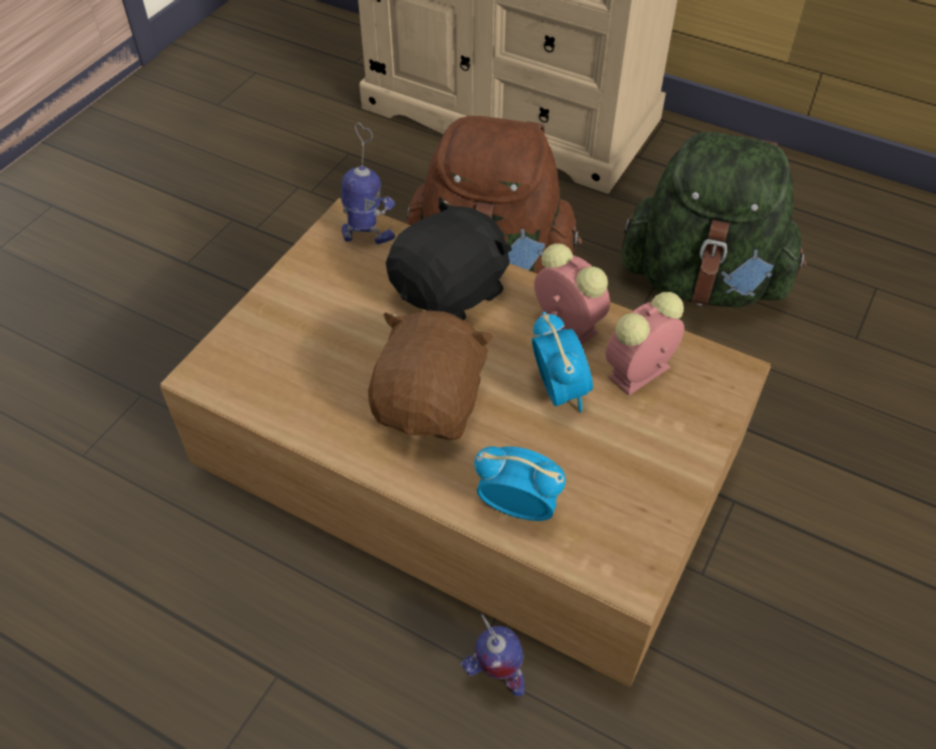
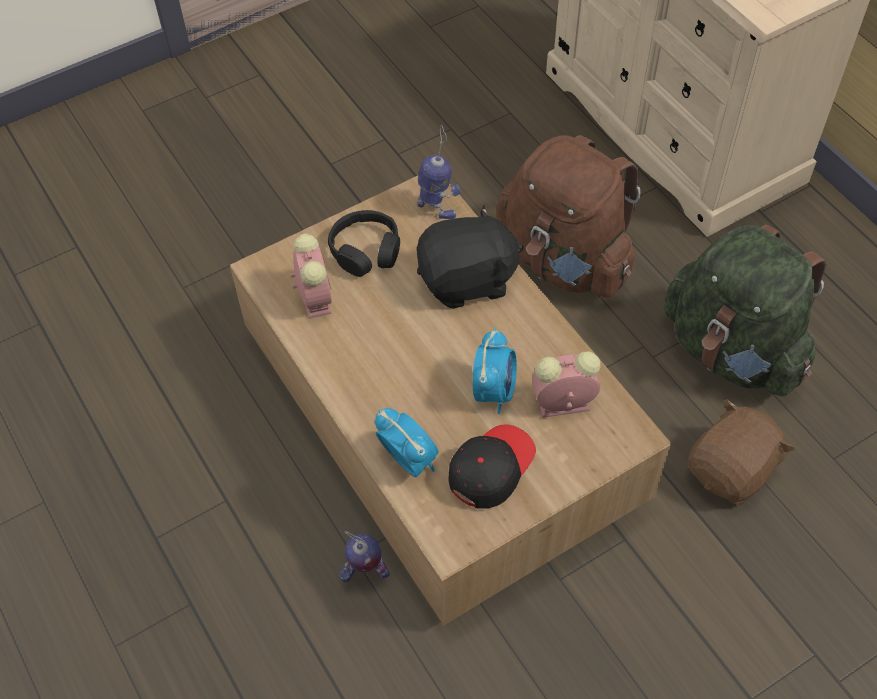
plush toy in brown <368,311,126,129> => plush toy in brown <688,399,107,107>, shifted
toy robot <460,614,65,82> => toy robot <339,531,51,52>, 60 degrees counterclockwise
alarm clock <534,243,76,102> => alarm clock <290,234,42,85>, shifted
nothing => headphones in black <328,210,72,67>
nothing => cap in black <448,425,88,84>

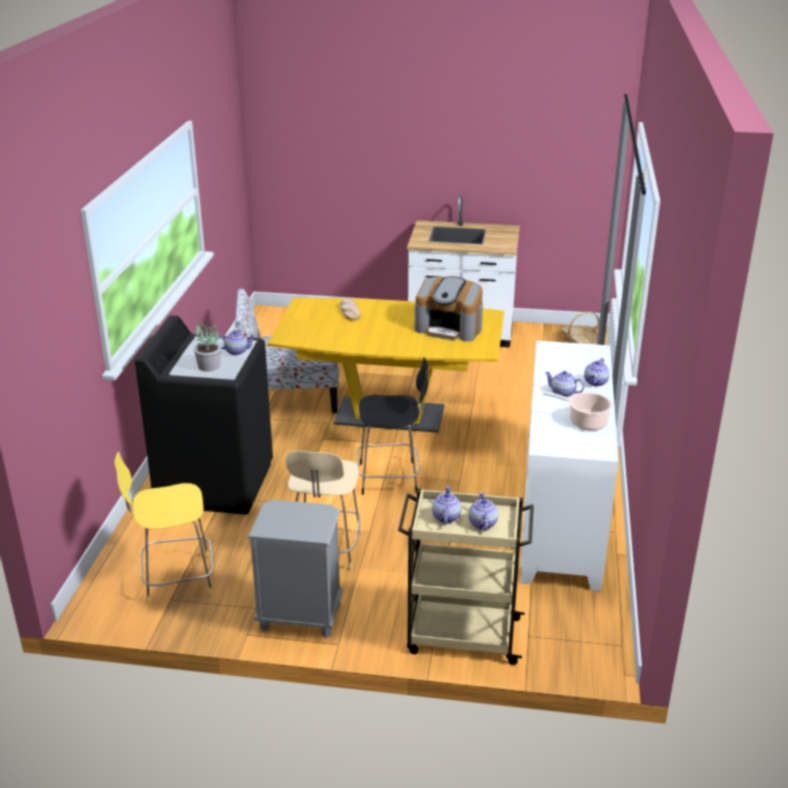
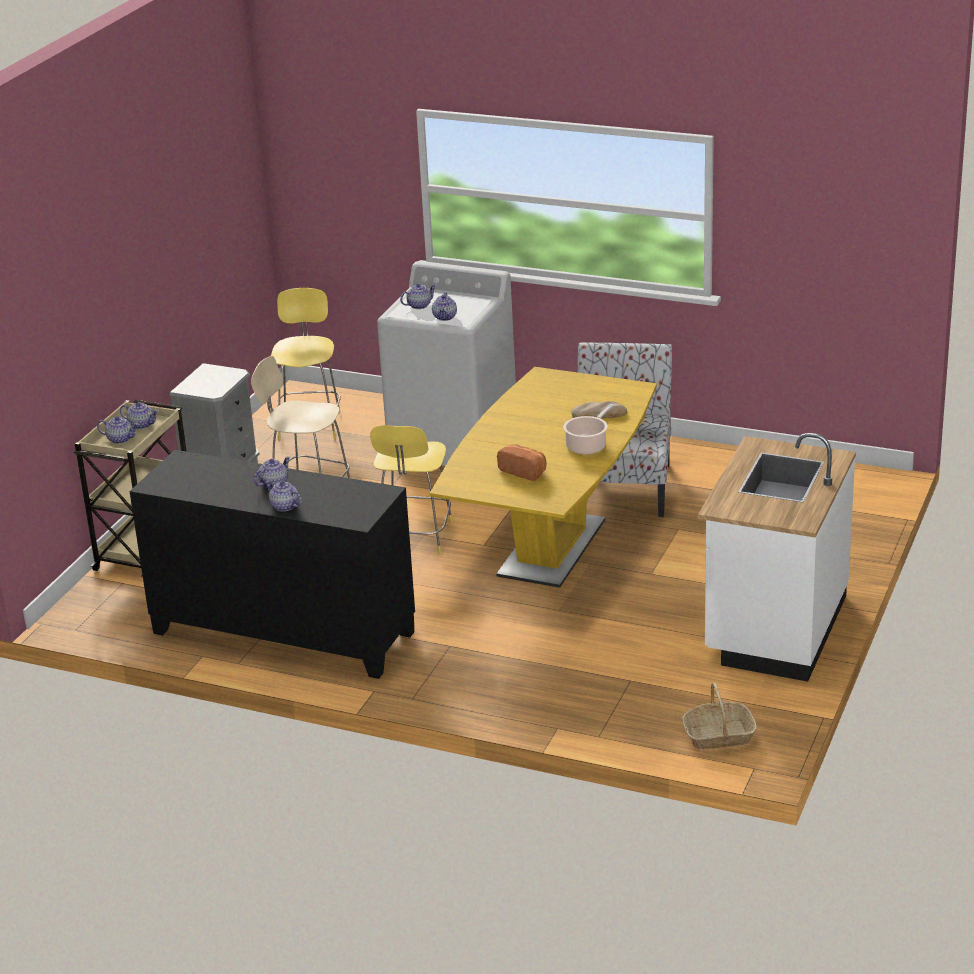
washing machine in black <135,315,138,200> => washing machine in white <377,261,139,205>
potted plant <194,322,27,50> => teapot <400,283,36,26>
stool in black <357,357,71,138> => stool in yellow <370,425,83,129>
coffee machine <415,276,68,66> => bread <497,444,49,37>
cabinet in white <520,341,99,250> => cabinet in black <130,450,285,229>
cooking pot <543,391,70,40> => cooking pot <563,404,51,51>, shifted

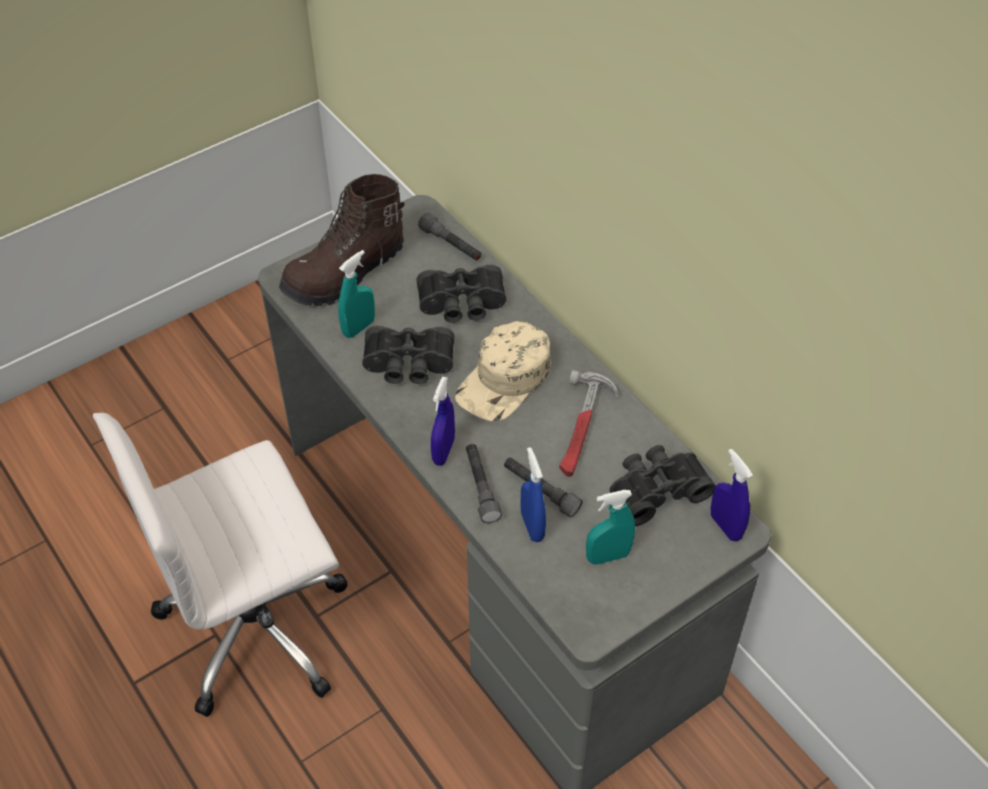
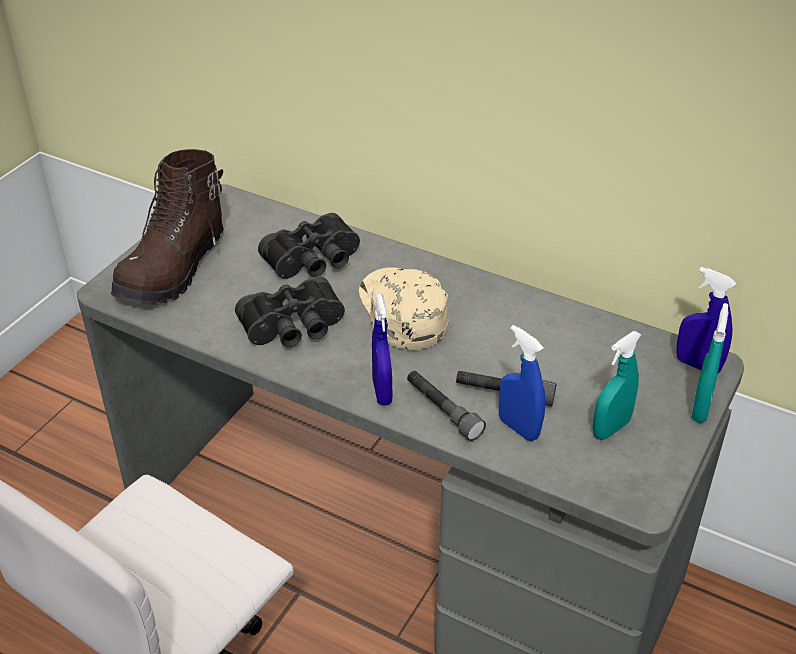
spray bottle in turquoise <338,250,37,88> => spray bottle in turquoise <691,303,37,120>, shifted
flashlight in grey <418,213,64,48> => nothing
cap in beige <455,321,96,101> => cap in beige <359,268,90,82>, 150 degrees clockwise
hammer <559,370,59,107> => nothing
binoculars in black <610,445,106,81> => nothing

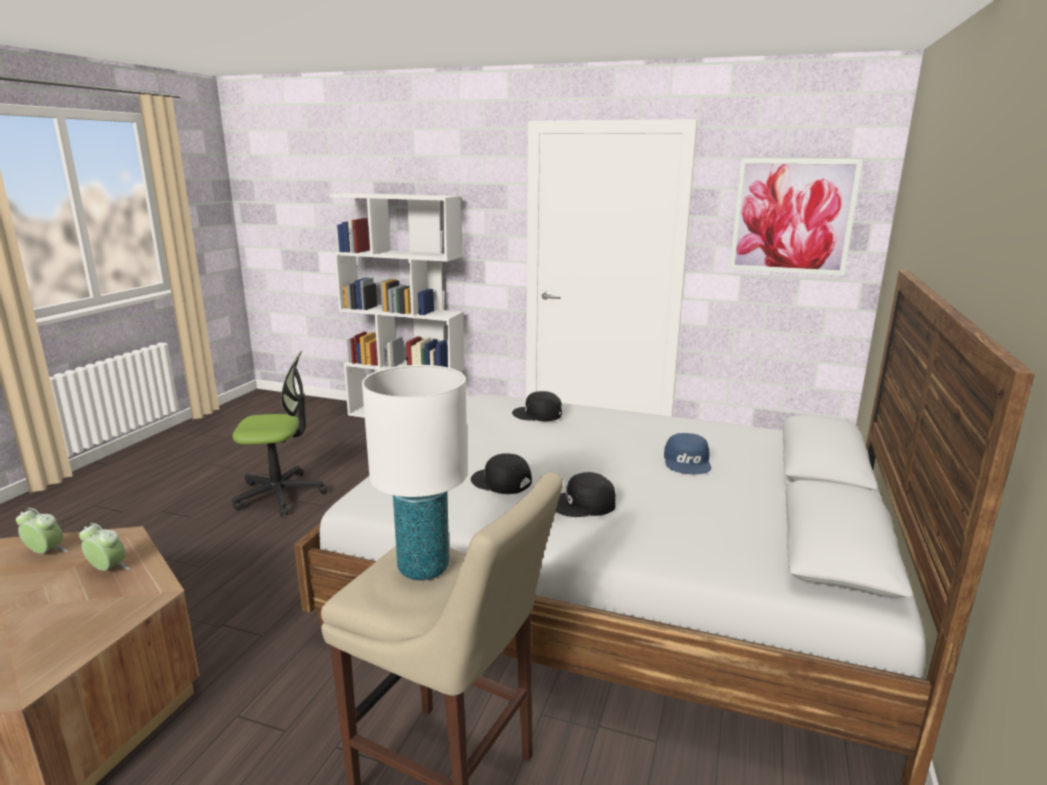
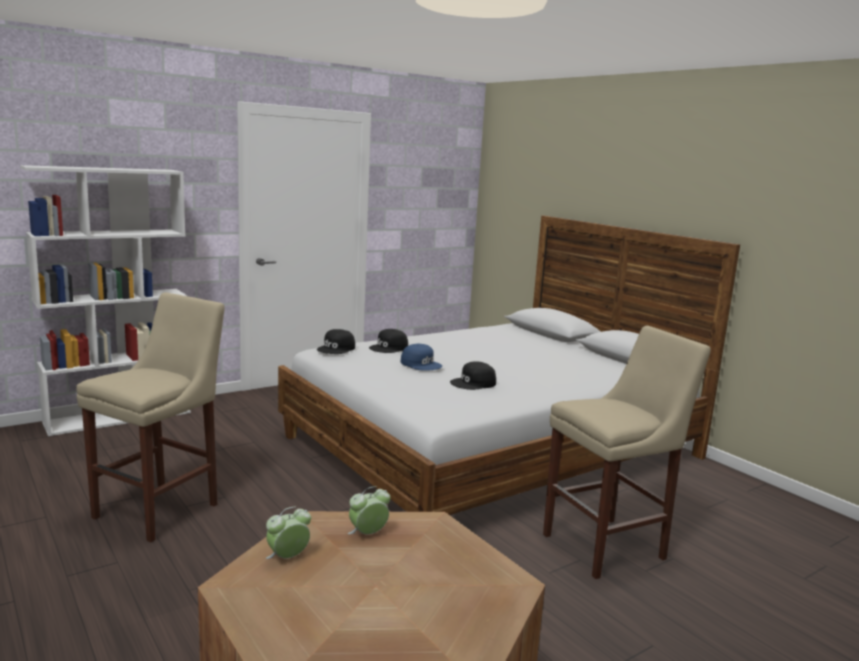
office chair <232,351,96,165> => stool in beige <76,292,149,250>
table lamp in white <362,365,105,216> => nothing
cap in black <555,472,61,45> => cap in black <317,329,38,25>, shifted
cap in blue <664,433,47,41> => cap in blue <401,344,41,27>, shifted
picture <729,158,134,118> => nothing

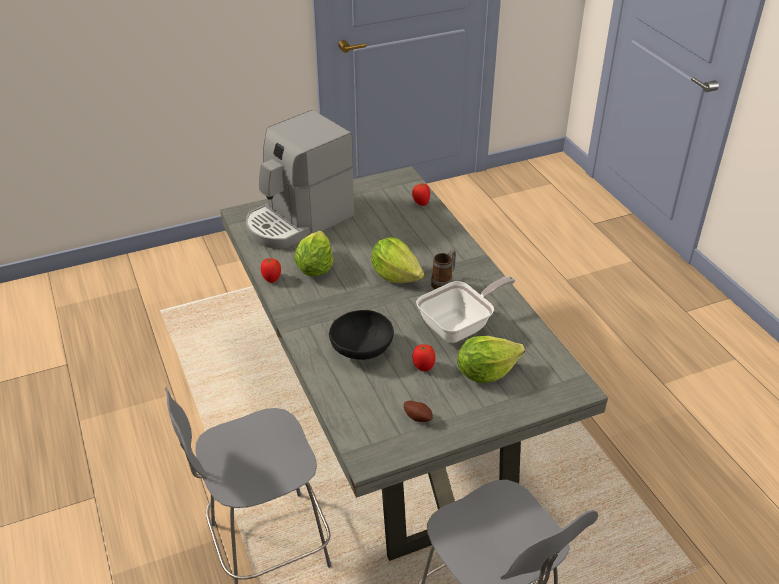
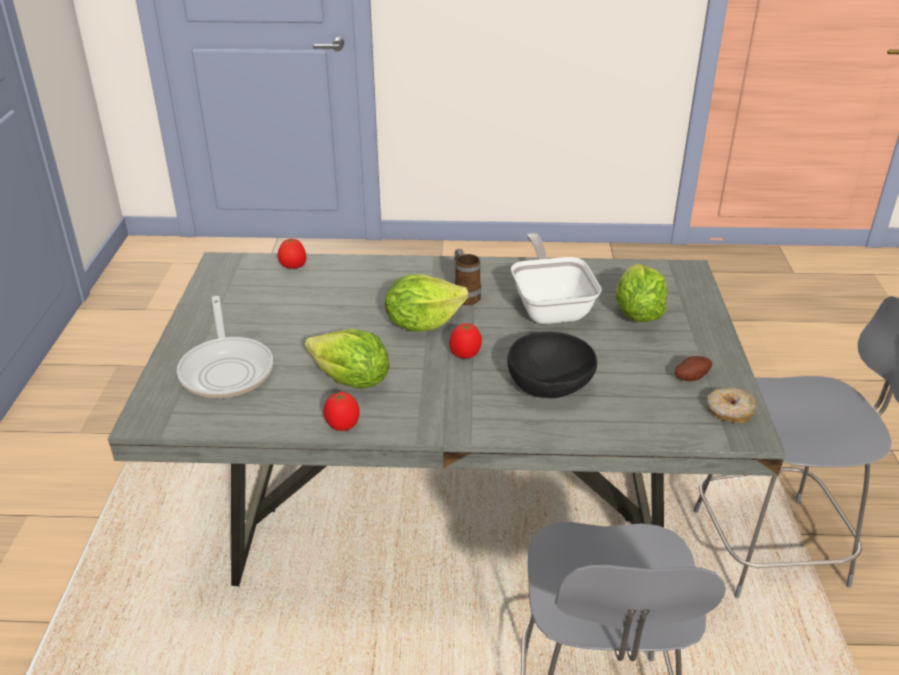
coffee machine <246,110,108,138> => frying pan <177,296,96,102>
tomato <413,344,22,28> => tomato <449,323,33,36>, shifted
nothing => donut <707,388,50,35>

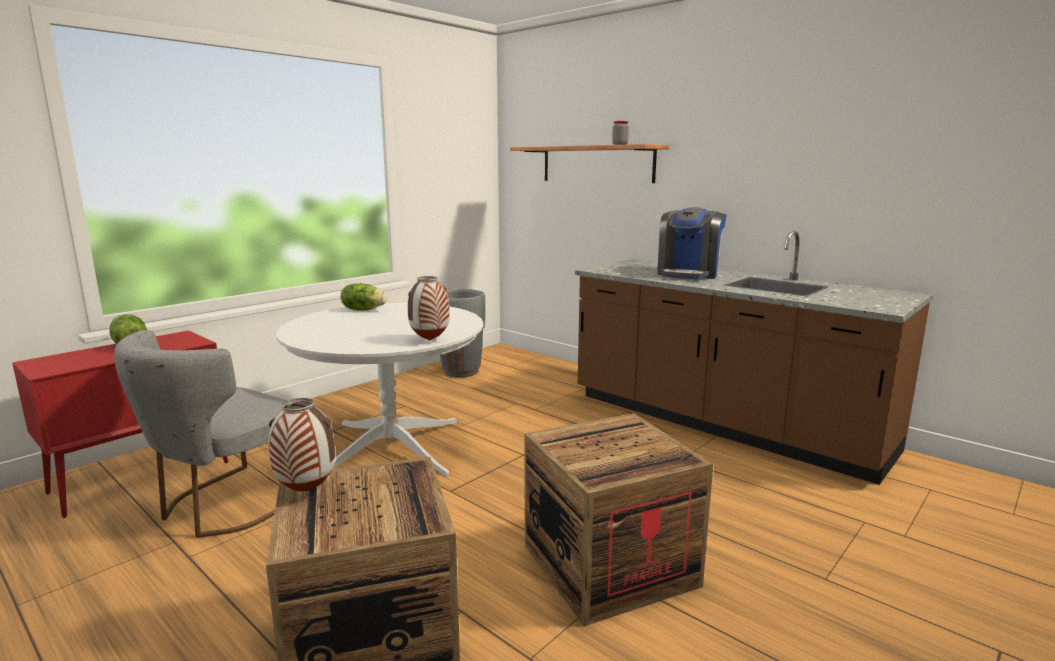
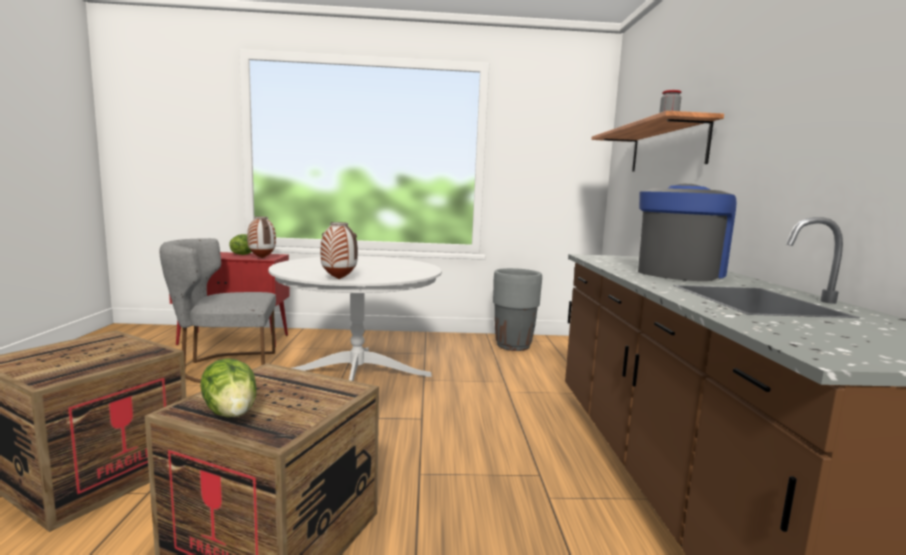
vase <269,398,66,94> => vase <247,216,29,42>, shifted
lettuce <341,283,46,28> => lettuce <200,358,56,59>, shifted
coffee machine <657,207,70,72> => coffee machine <638,184,98,97>, 150 degrees clockwise

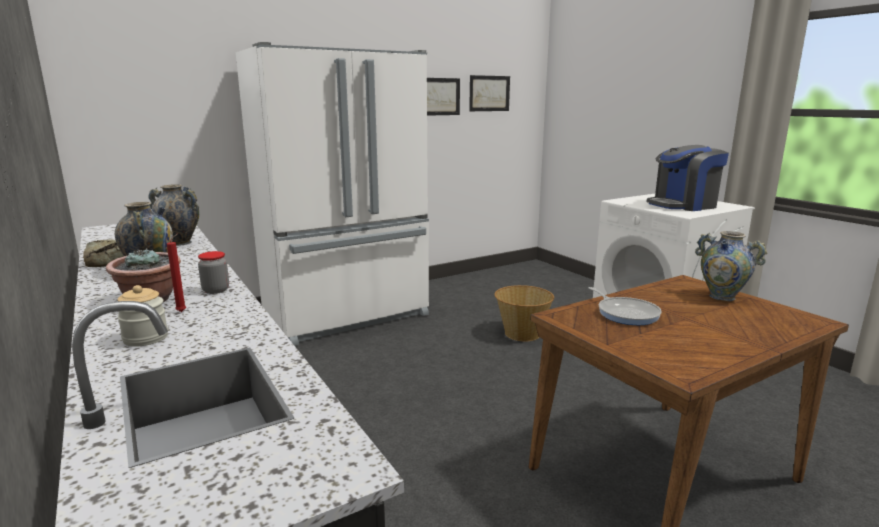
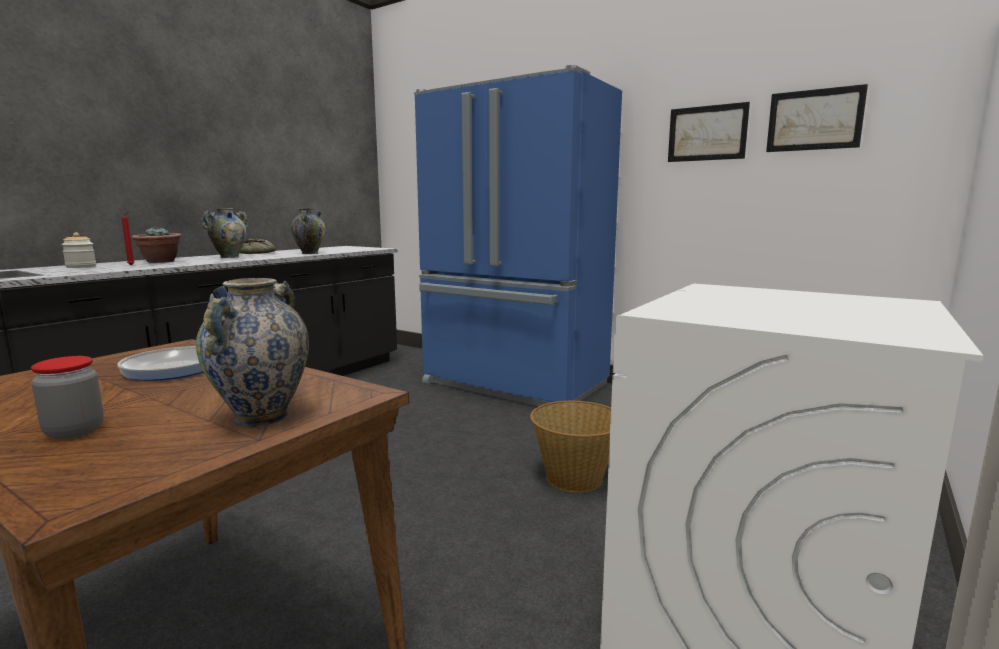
jar <198,251,31,43> => jar <31,356,73,83>, shifted
fridge in white <236,42,193,304> => fridge in blue <414,65,208,341>
coffee machine <647,145,82,66> => nothing

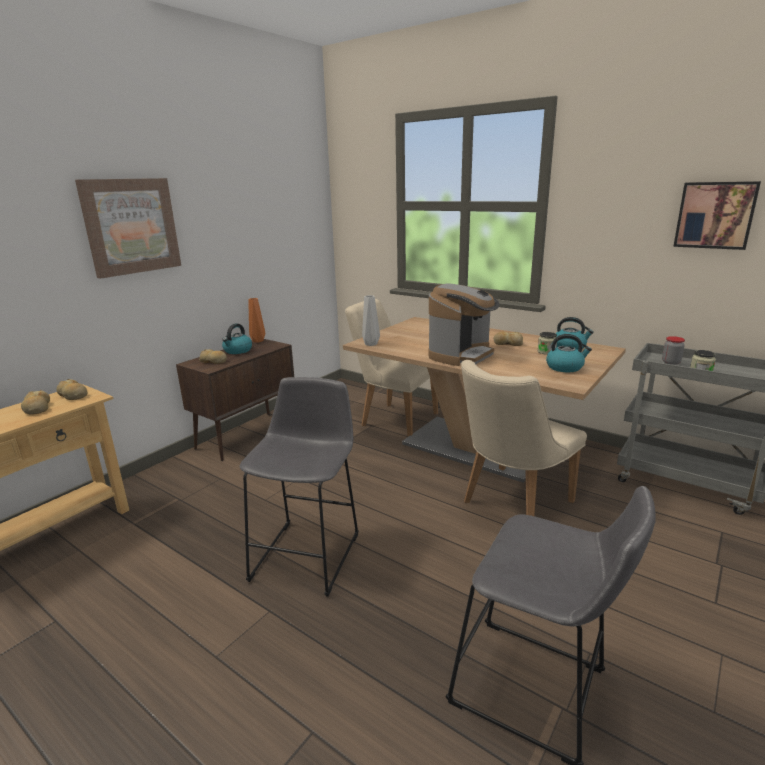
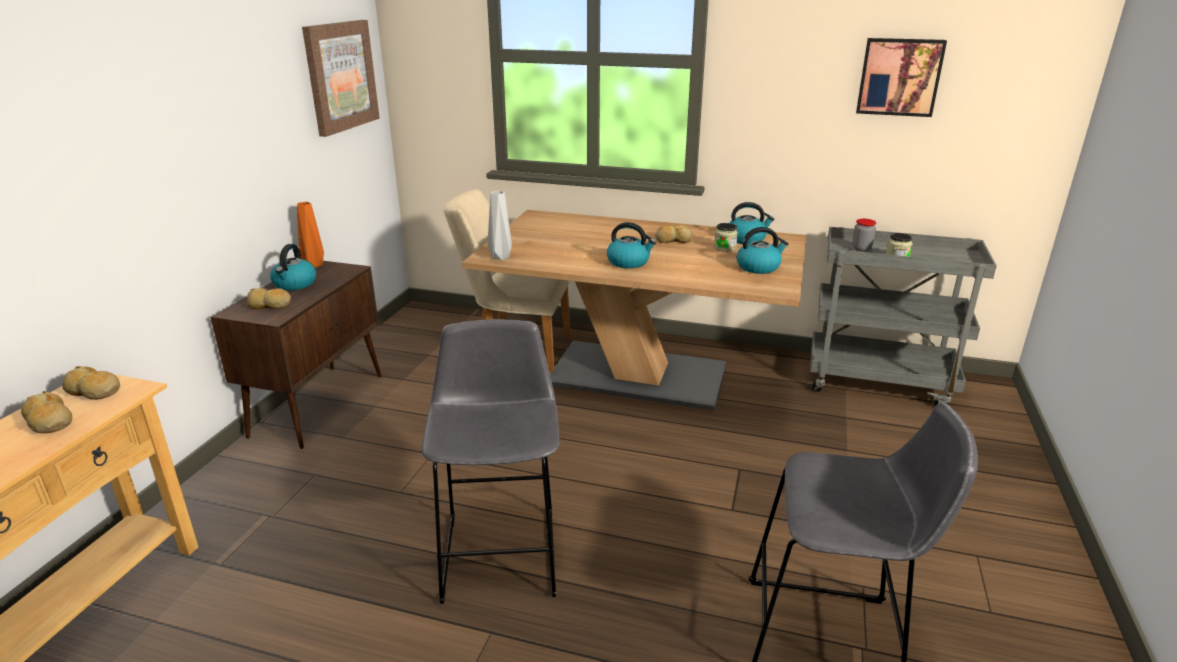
picture <75,178,106,101> => picture <302,20,78,117>, shifted
coffee machine <428,283,71,83> => kettle <607,222,49,46>
chair in beige <461,360,126,156> => nothing

